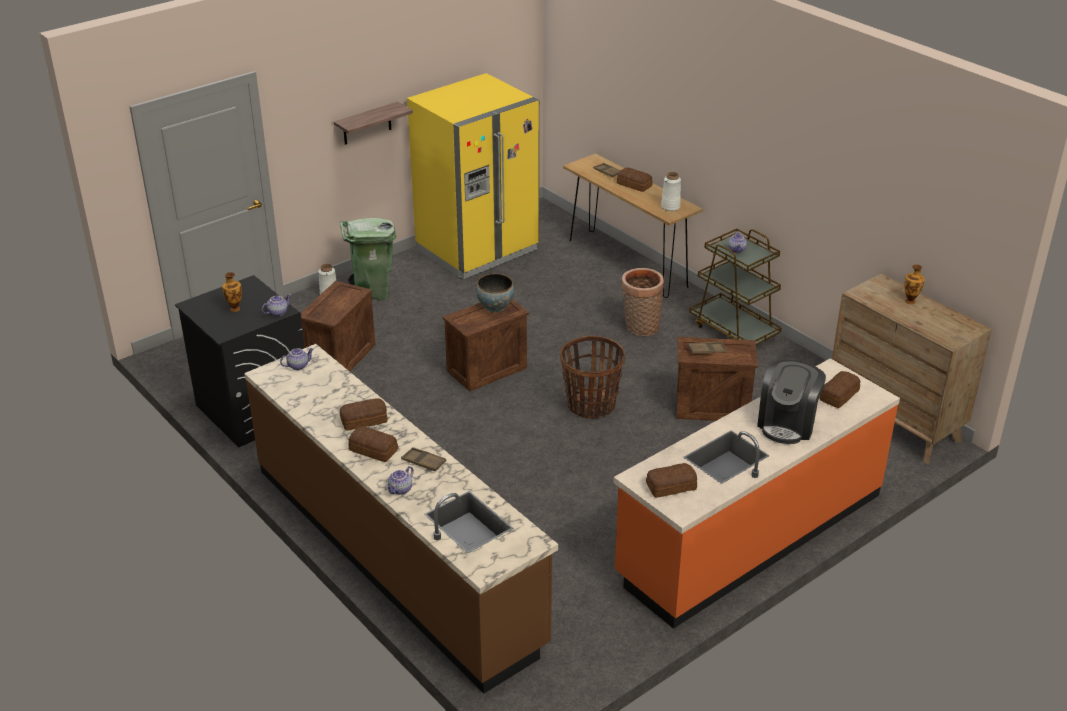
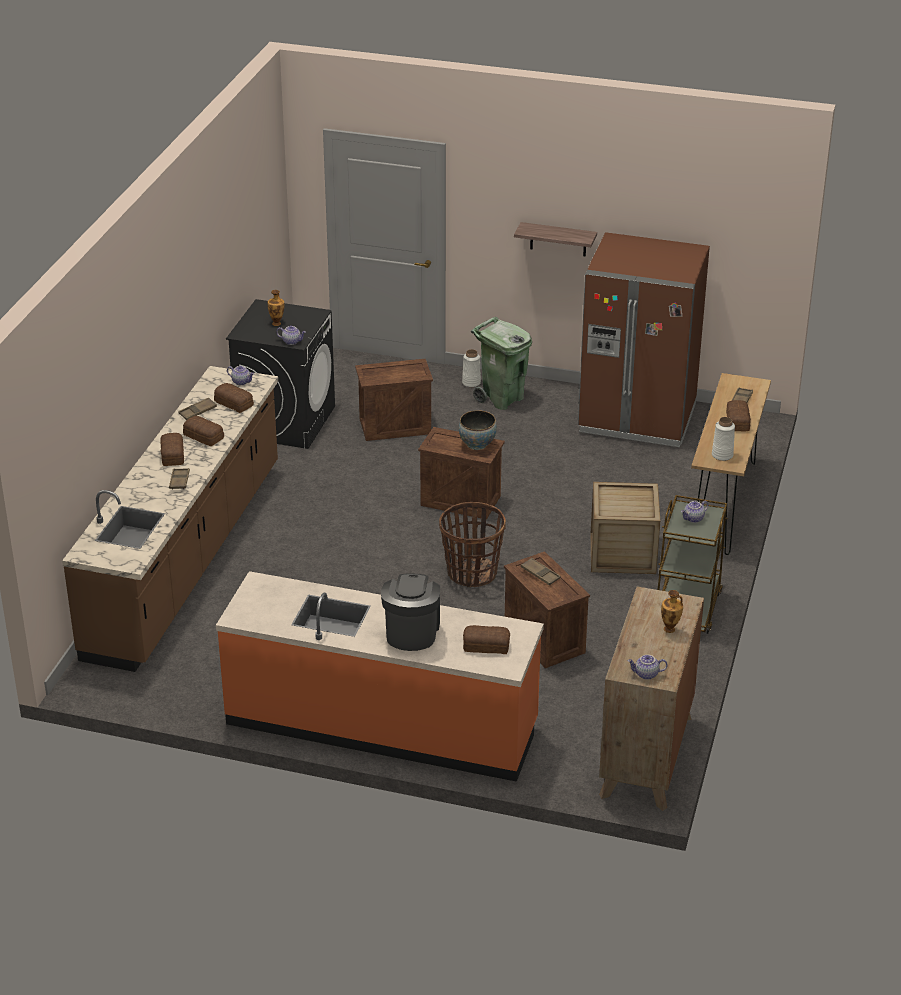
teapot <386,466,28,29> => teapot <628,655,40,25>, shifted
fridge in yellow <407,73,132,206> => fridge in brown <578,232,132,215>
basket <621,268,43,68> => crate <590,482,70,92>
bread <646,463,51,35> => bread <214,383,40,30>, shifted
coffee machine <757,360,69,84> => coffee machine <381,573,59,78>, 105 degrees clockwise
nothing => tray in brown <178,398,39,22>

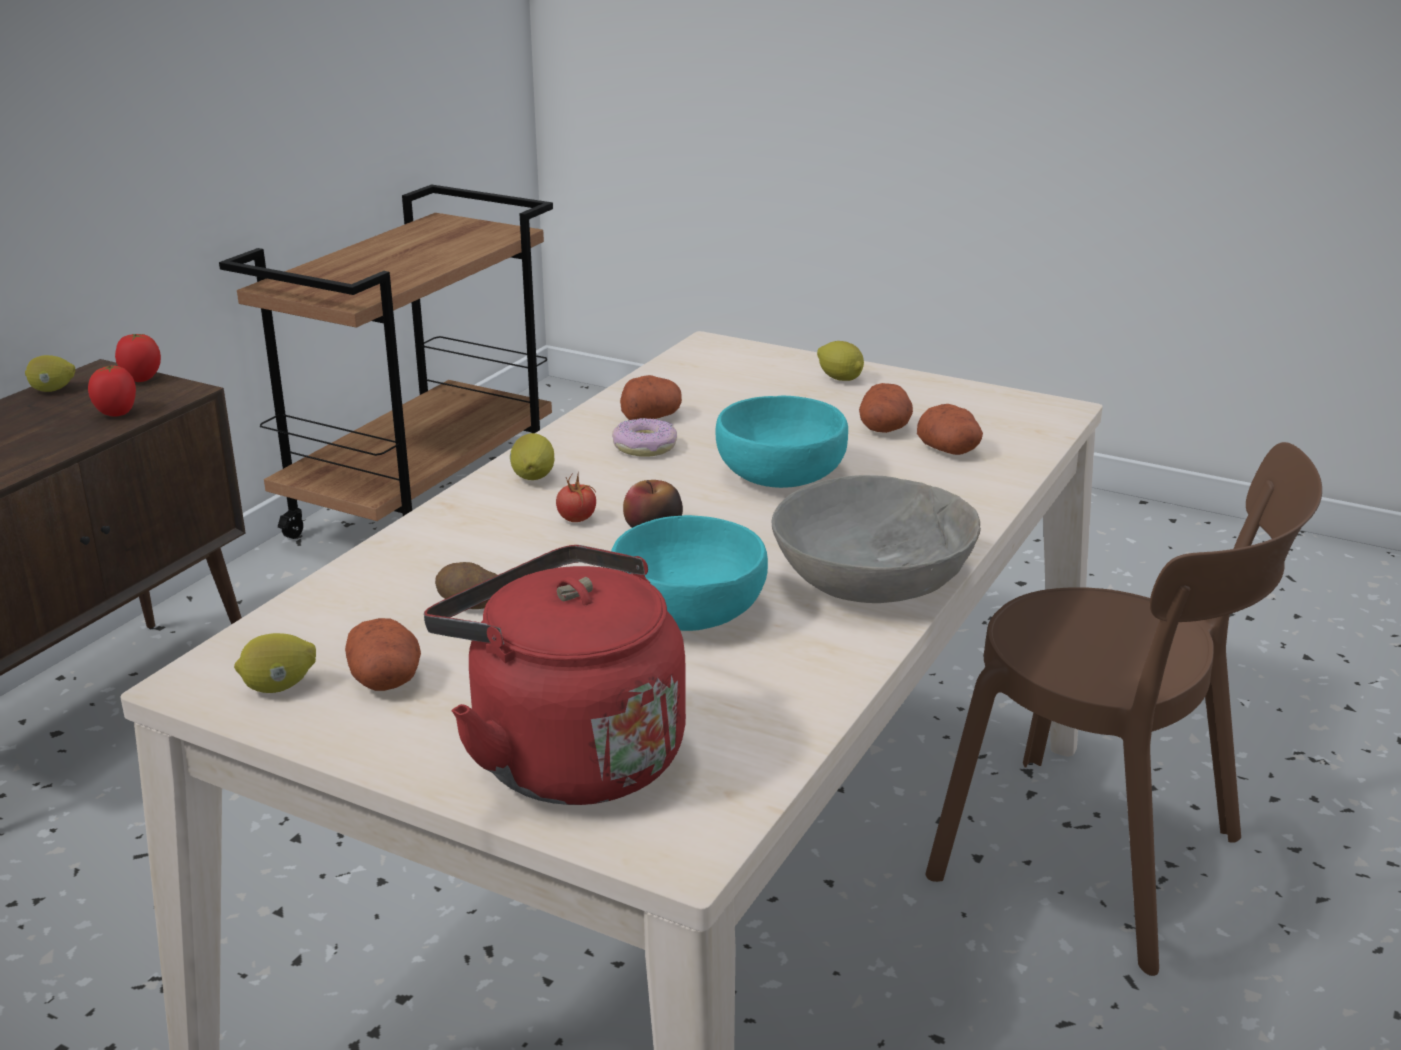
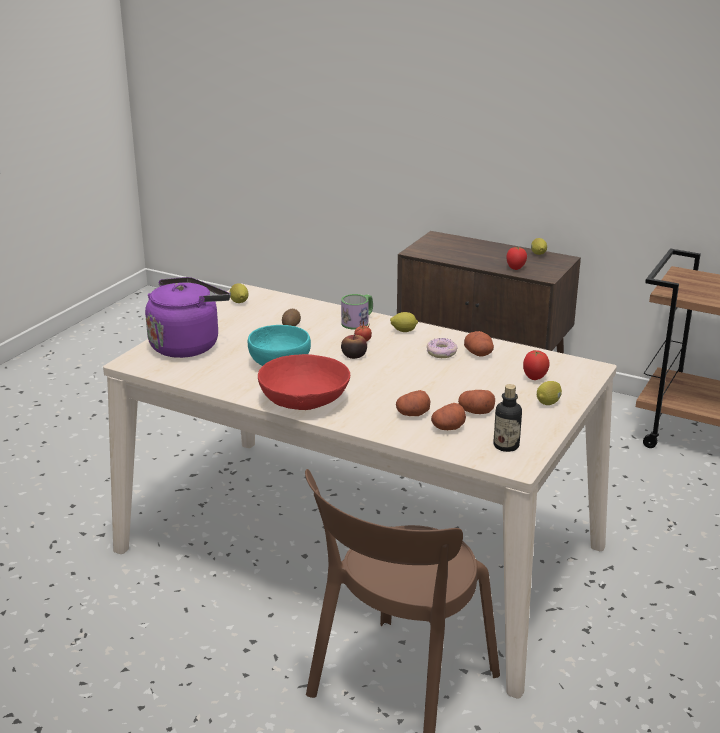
tomato <115,334,46,48> => tomato <523,350,27,30>, shifted
potato <345,618,76,73> => potato <396,390,34,26>, shifted
kettle in red <424,545,262,260> => kettle in purple <145,277,85,81>
bowl in turquoise <715,395,133,93> => nothing
bowl in grey <771,475,210,128> => bowl in red <258,354,92,56>
nothing => mug <341,294,32,36>
nothing => bottle <493,384,29,68>

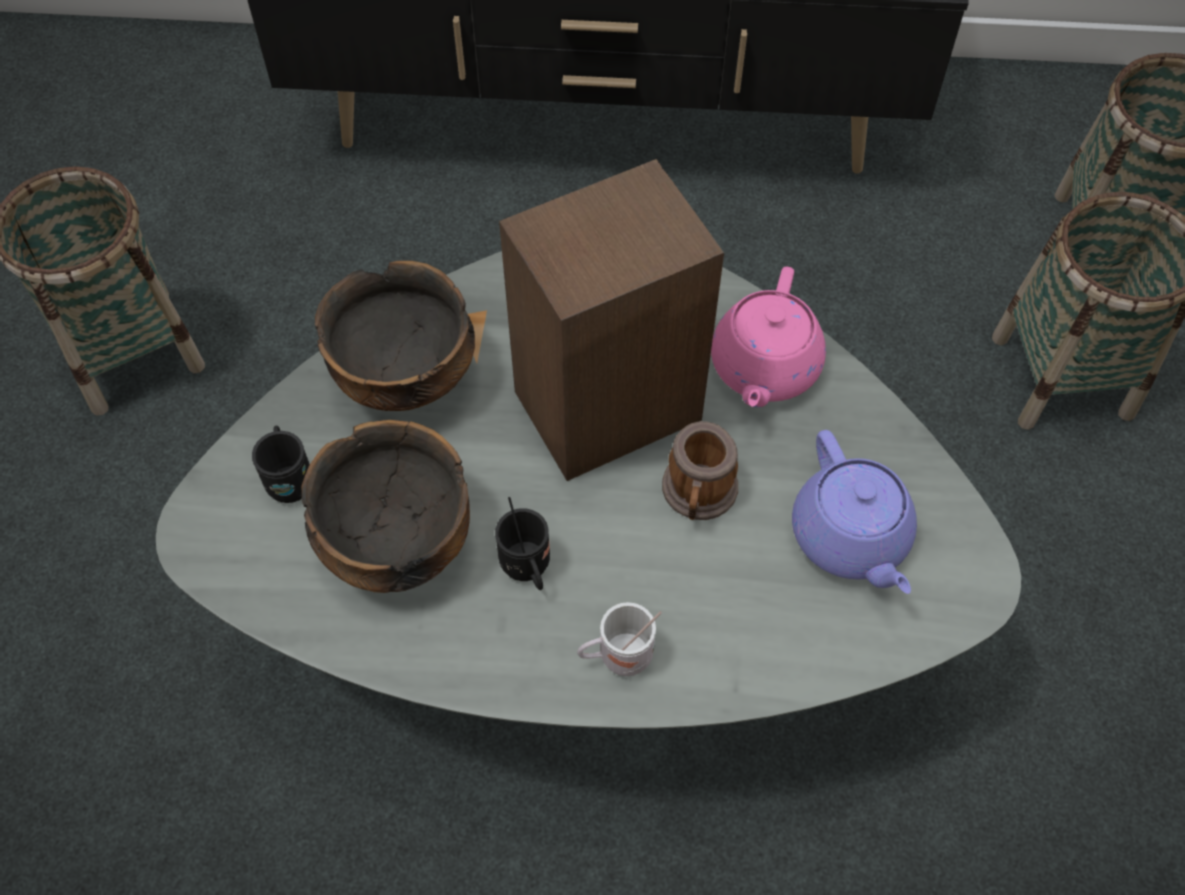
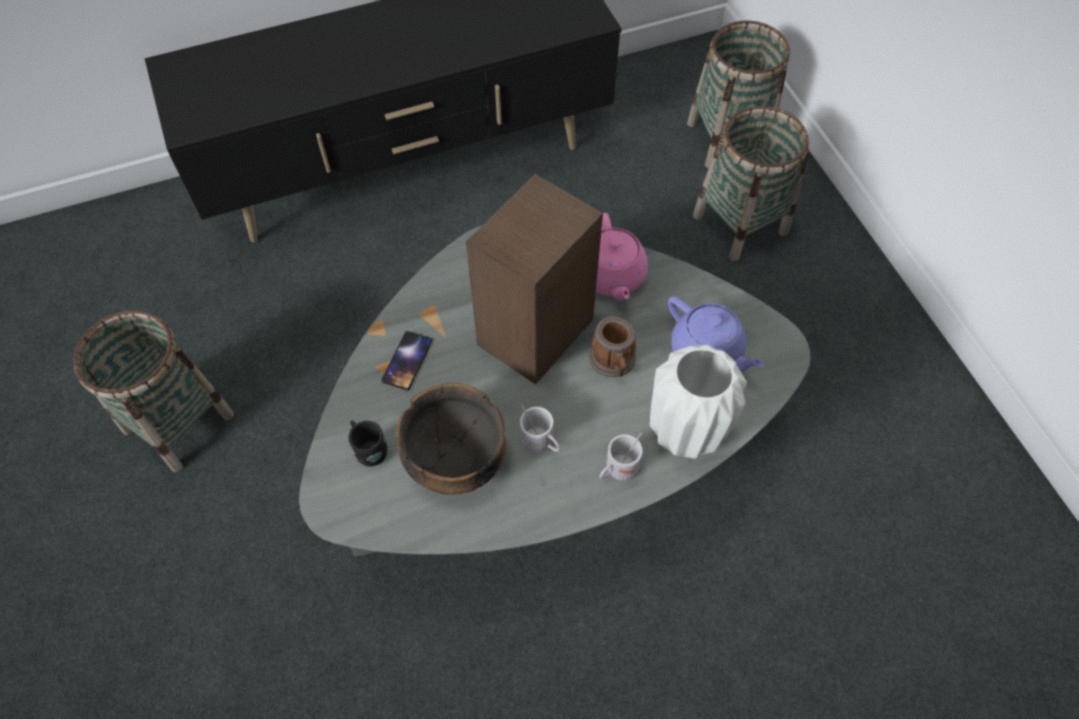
bowl <315,261,160,150> => phone <381,331,51,59>
mug in black <495,497,55,93> => mug in white <520,404,41,49>
nothing => vase in white <650,345,97,114>

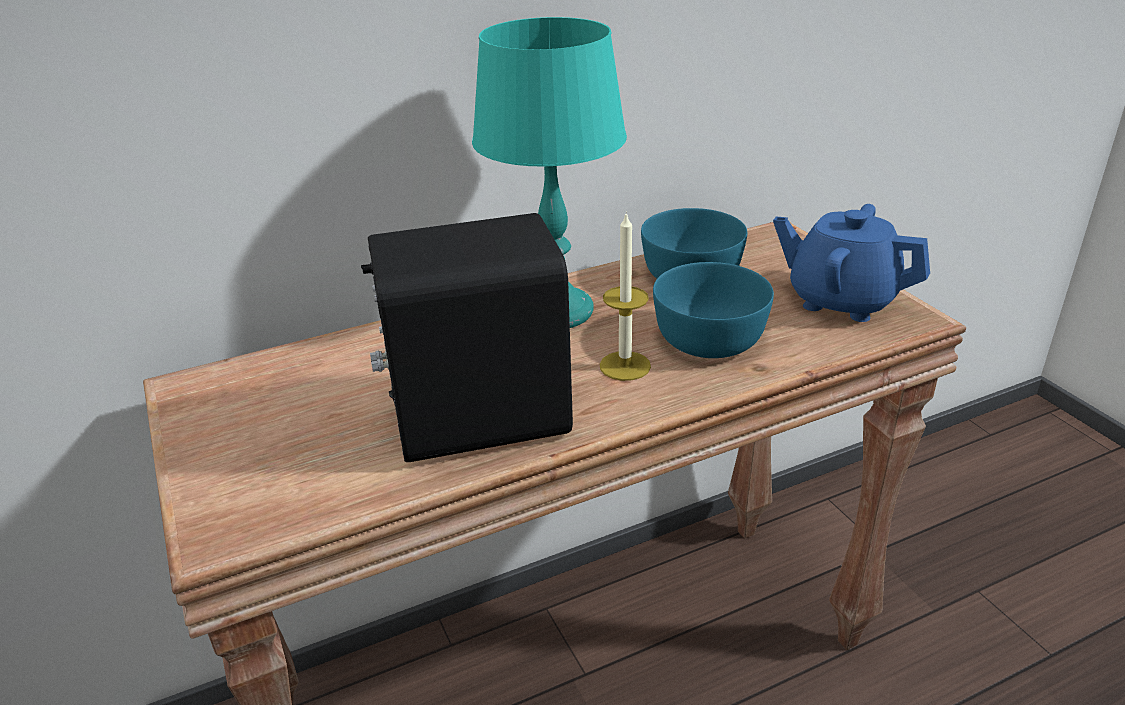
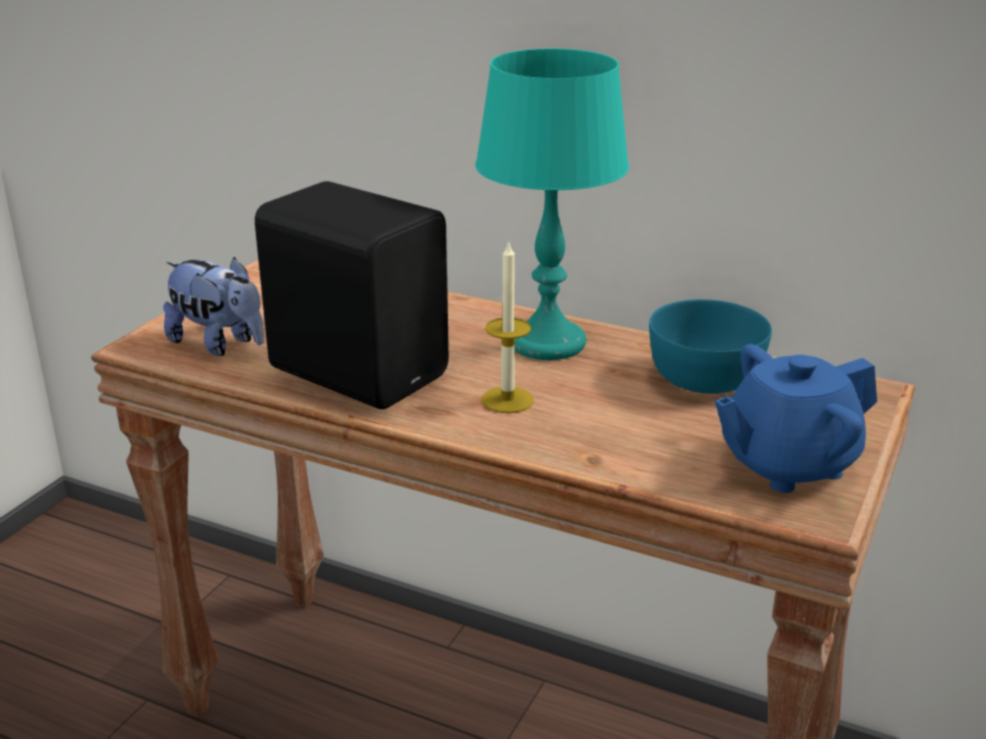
bowl in turquoise <653,262,121,96> => nothing
teapot in blue <773,204,157,118> => teapot in blue <715,344,162,149>, 105 degrees counterclockwise
nothing => plush toy <163,257,101,99>

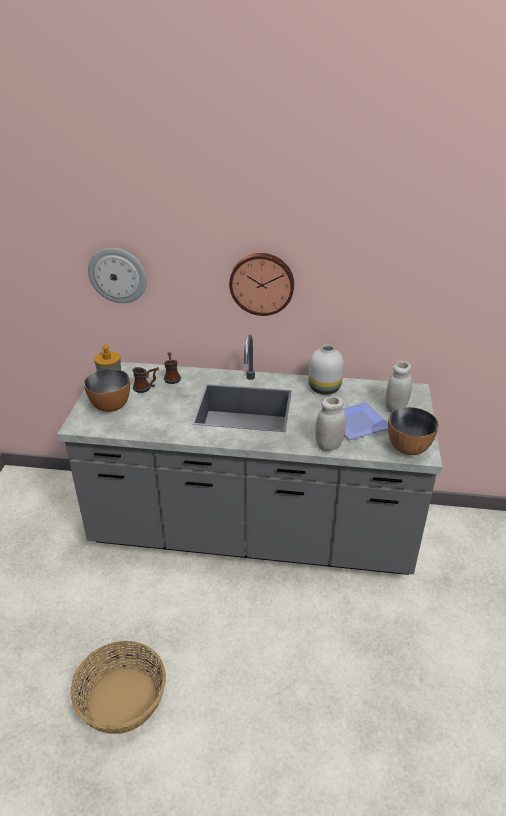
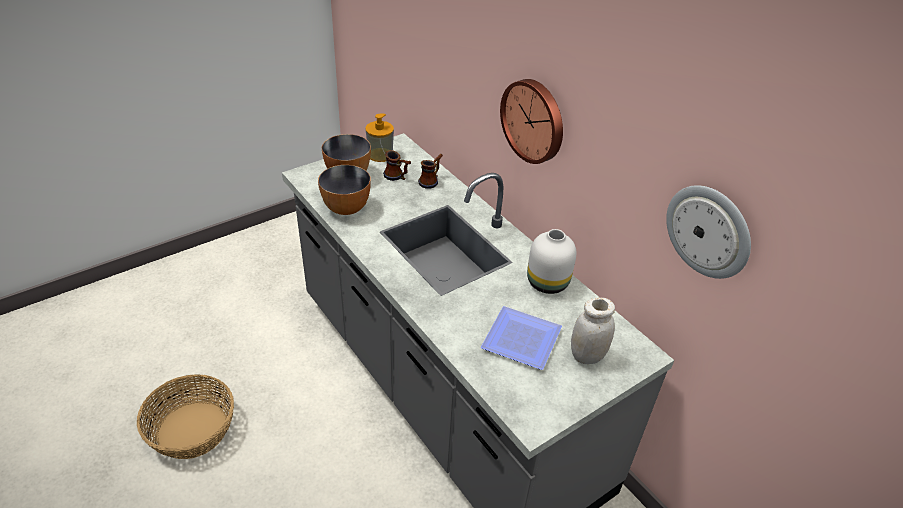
wall clock <88,248,59,55> => wall clock <666,185,85,94>, shifted
jar in white <315,396,31,55> => nothing
bowl <388,407,51,48> => bowl <318,165,53,50>, shifted

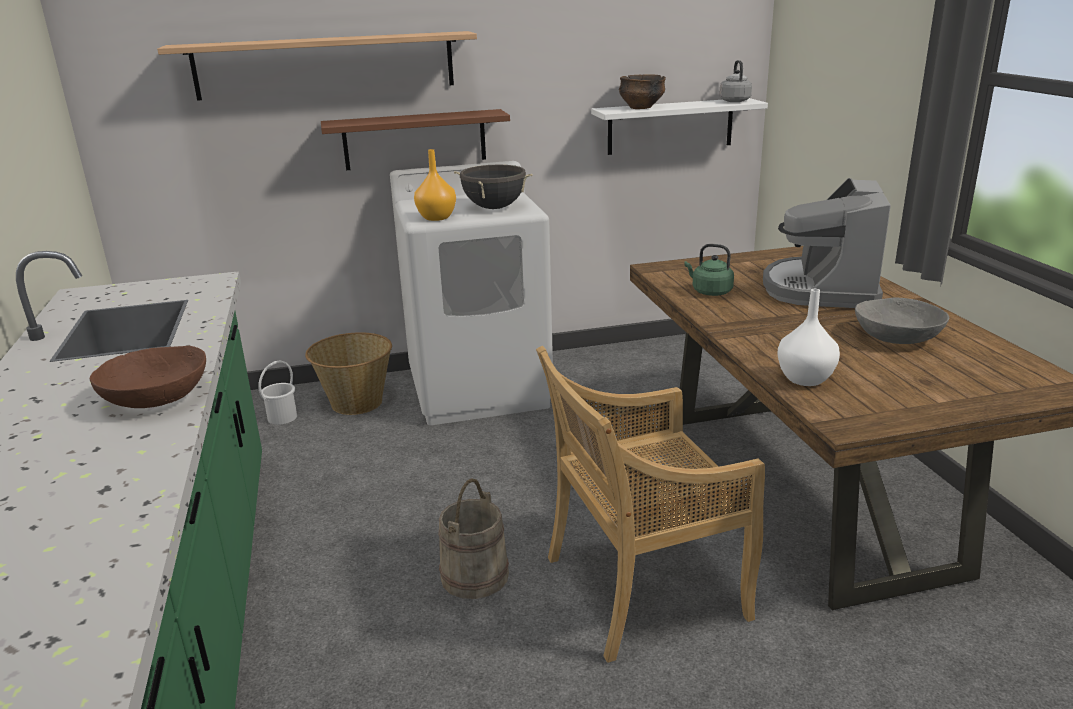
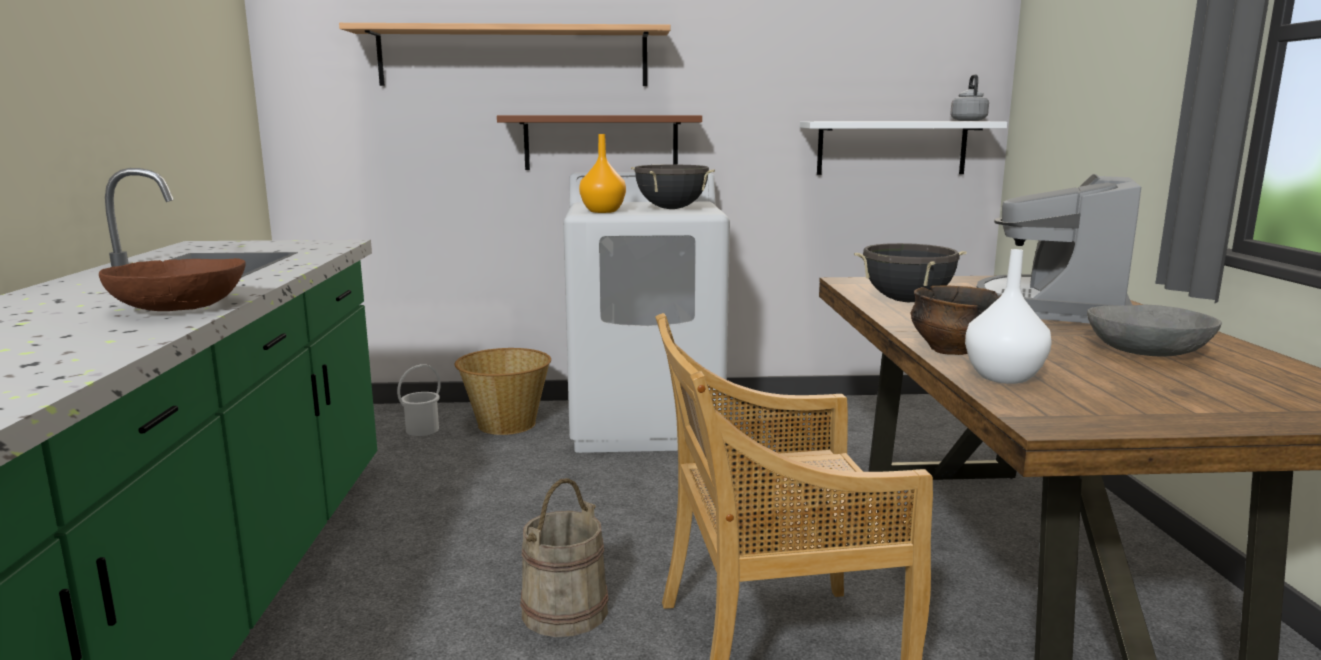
bowl <619,75,47,34> => bowl <911,286,91,69>, shifted
kettle in green <685,244,49,52> => cooking pot in black <854,243,113,59>

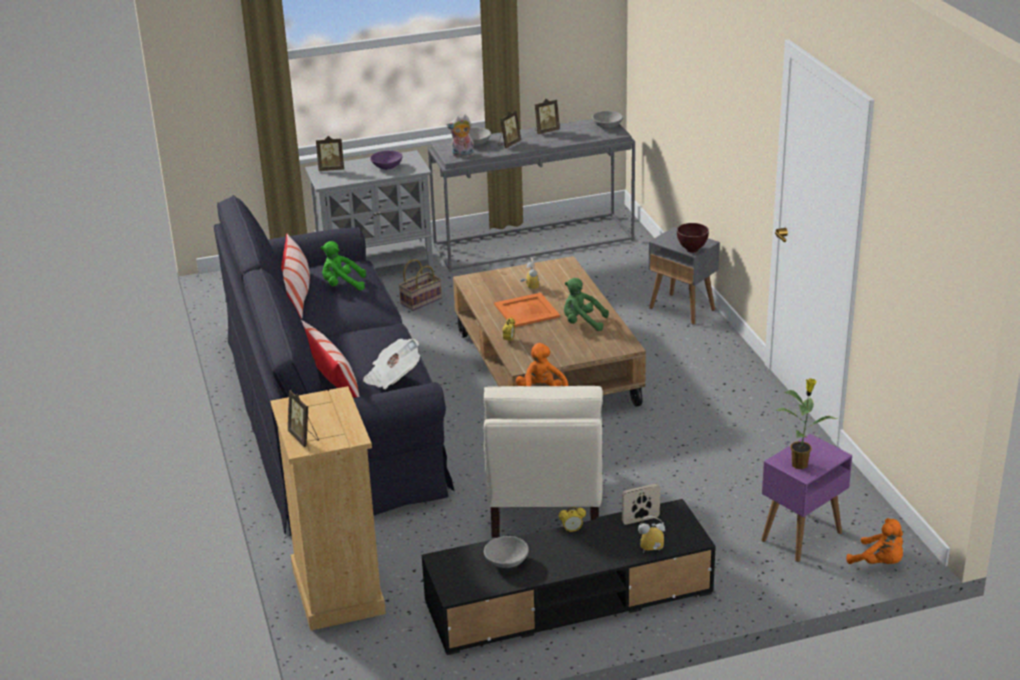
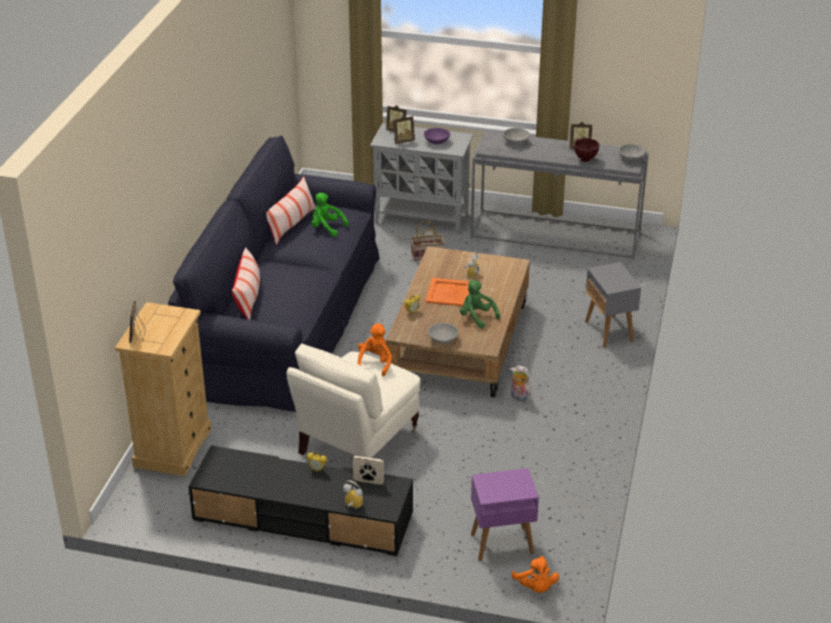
newspaper <363,339,57,50> => nothing
plush toy <447,115,27,42> => plush toy <509,365,22,38>, shifted
bowl in grey <484,536,45,32> => bowl in grey <428,323,31,21>, shifted
picture frame <498,110,23,38> => picture frame <393,115,22,29>, shifted
bowl in brown <677,223,32,30> => bowl in brown <574,138,25,24>, shifted
potted plant <775,378,62,91> => nothing

